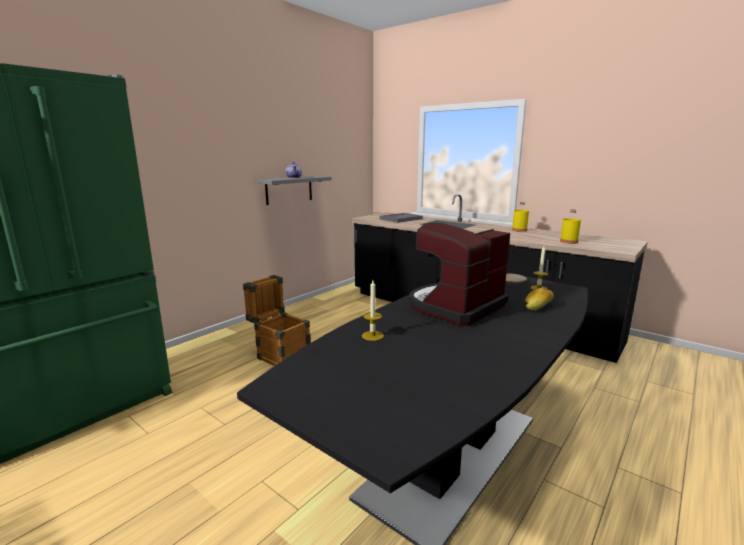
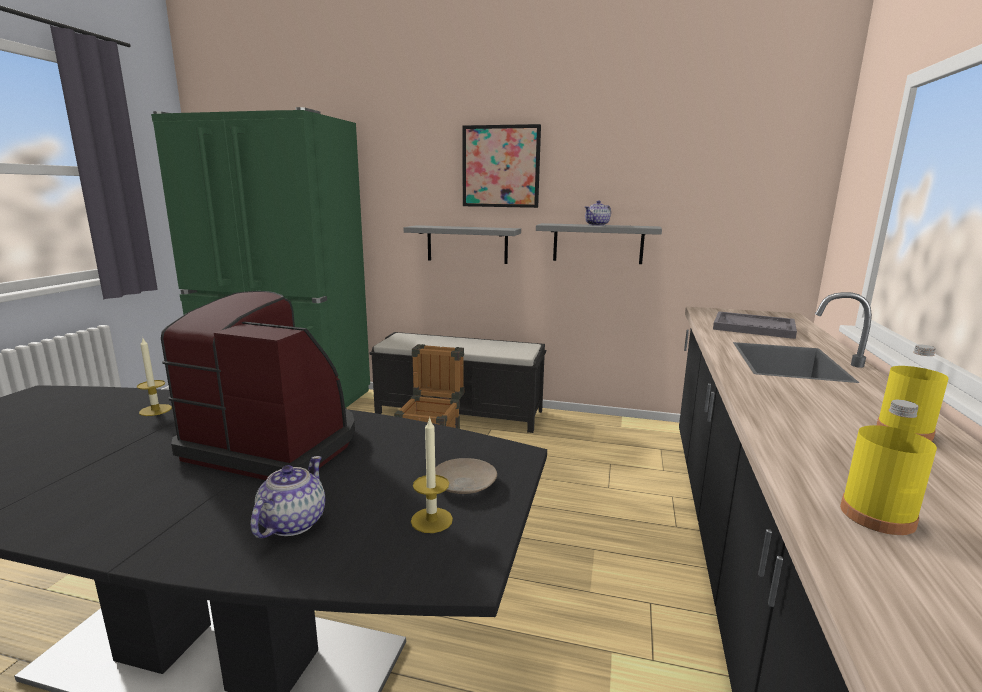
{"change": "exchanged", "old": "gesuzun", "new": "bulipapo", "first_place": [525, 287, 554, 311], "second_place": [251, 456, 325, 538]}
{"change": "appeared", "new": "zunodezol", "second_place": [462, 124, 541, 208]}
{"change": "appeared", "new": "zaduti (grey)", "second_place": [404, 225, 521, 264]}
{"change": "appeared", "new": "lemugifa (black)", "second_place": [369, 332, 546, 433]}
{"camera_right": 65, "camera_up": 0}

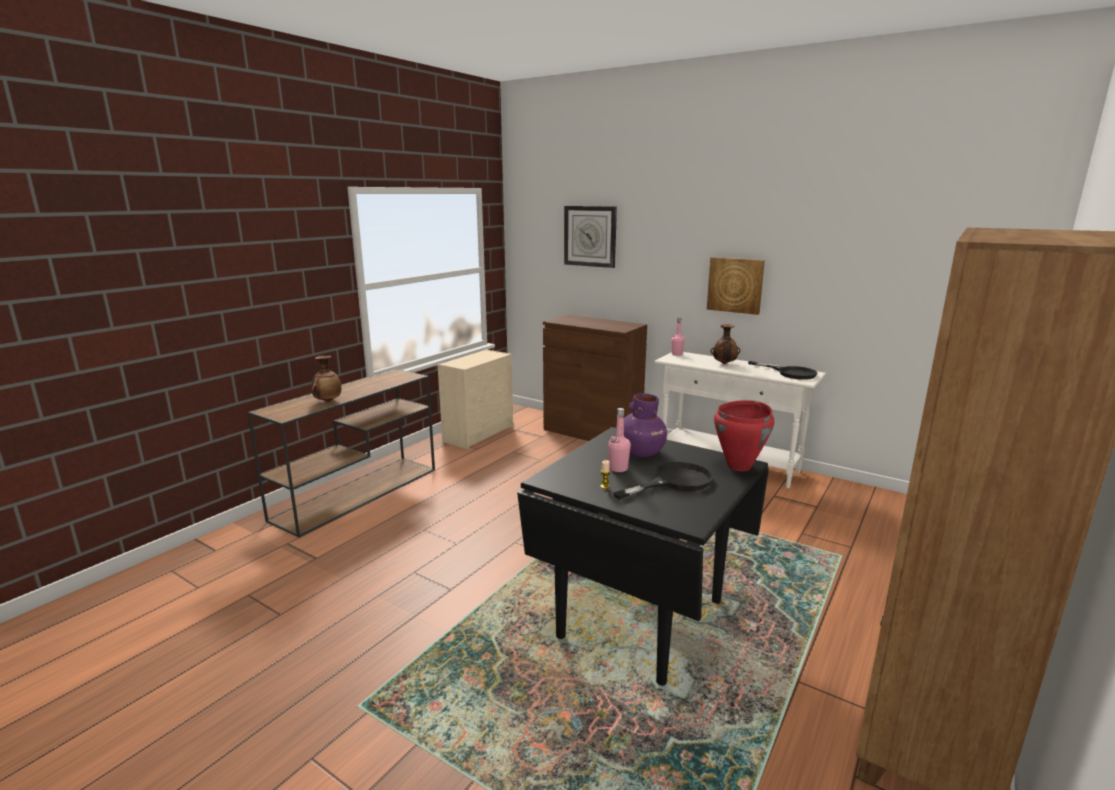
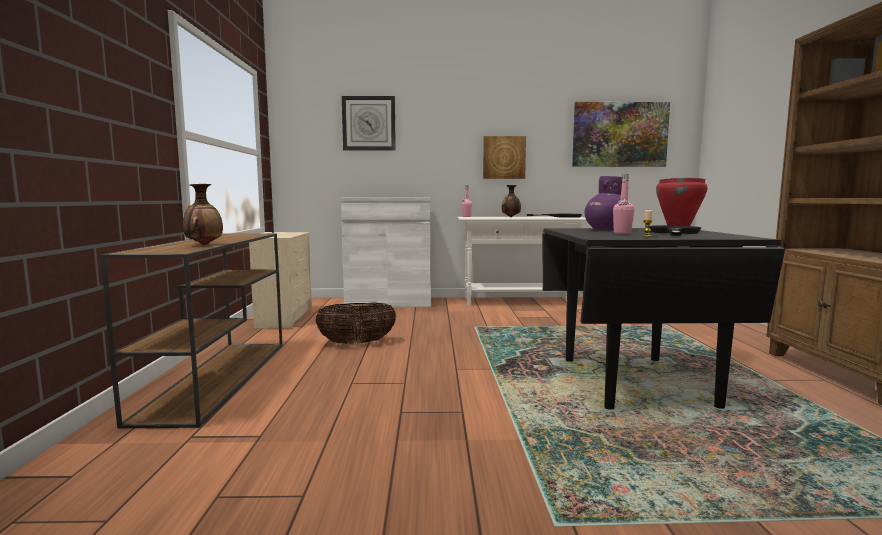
{"change": "colour", "old": "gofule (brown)", "new": "gofule (white)", "first_place": [543, 315, 647, 441], "second_place": [341, 197, 431, 307]}
{"change": "appeared", "new": "zunodezol", "second_place": [572, 102, 670, 167]}
{"change": "appeared", "new": "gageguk", "second_place": [315, 303, 396, 344]}
{"camera_right": -35, "camera_up": -10}

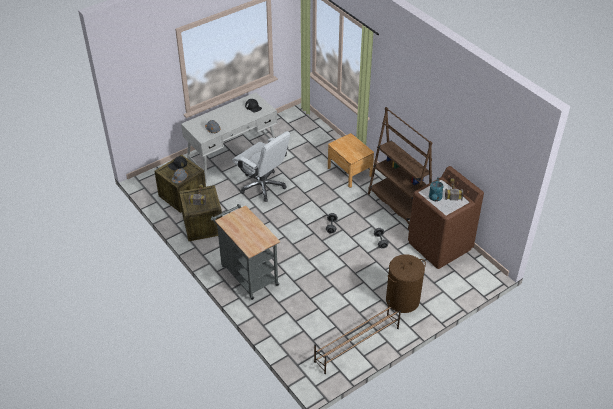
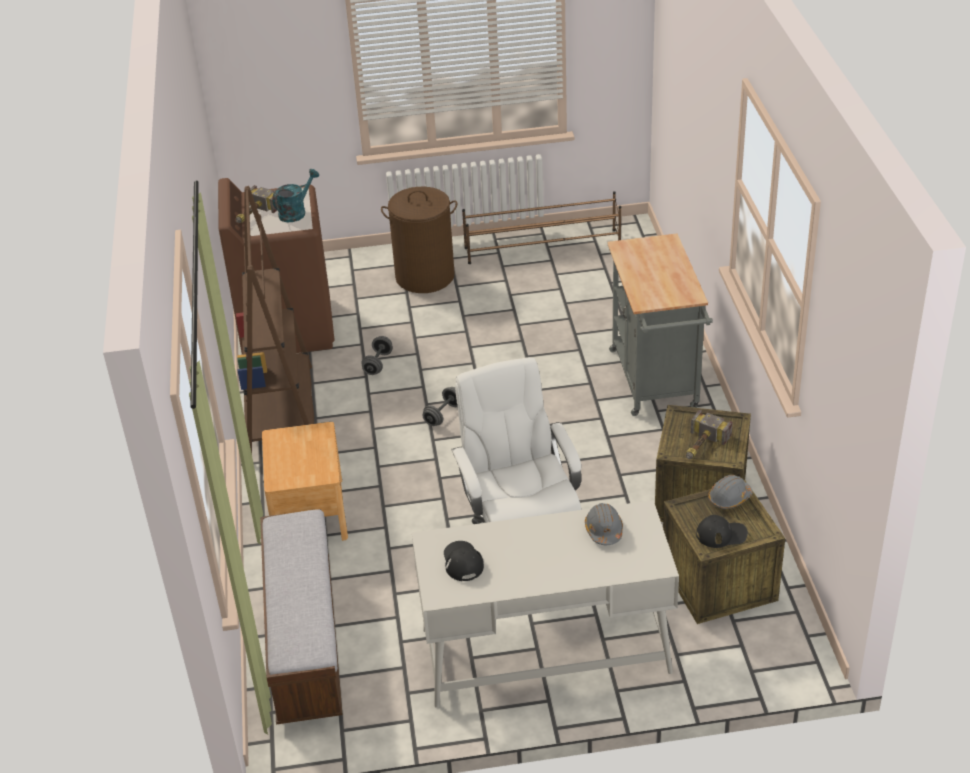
{"change": "appeared", "new": "lemugifa", "second_place": [260, 509, 343, 725]}
{"camera_right": -150, "camera_up": -5}

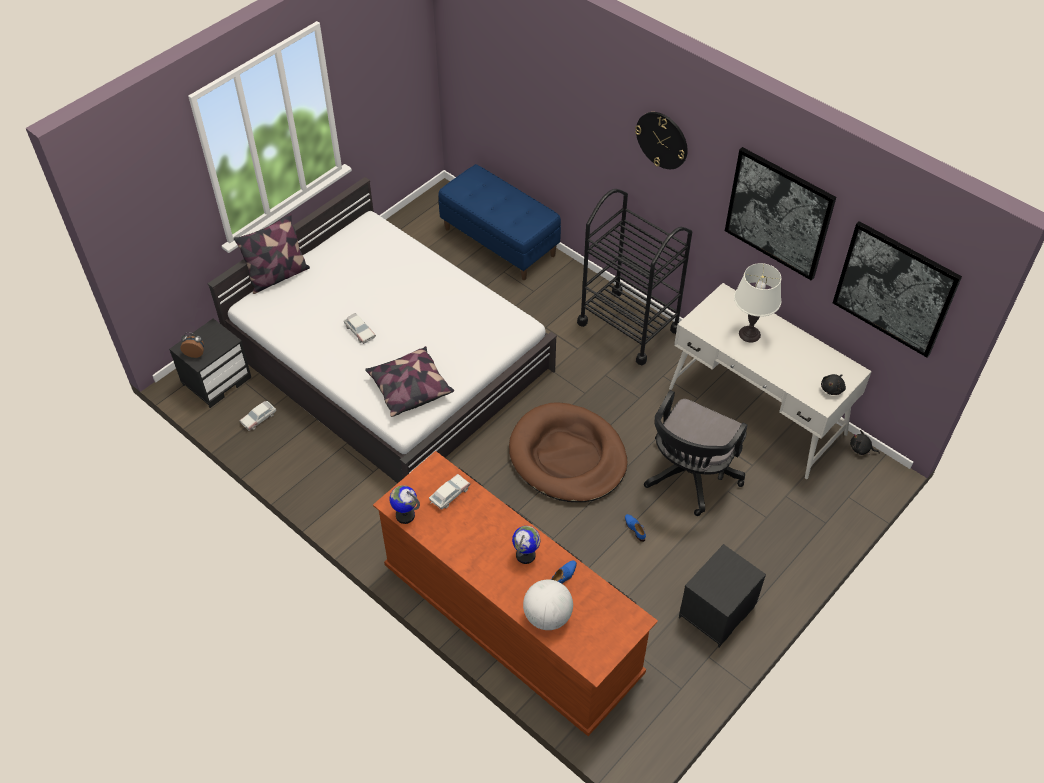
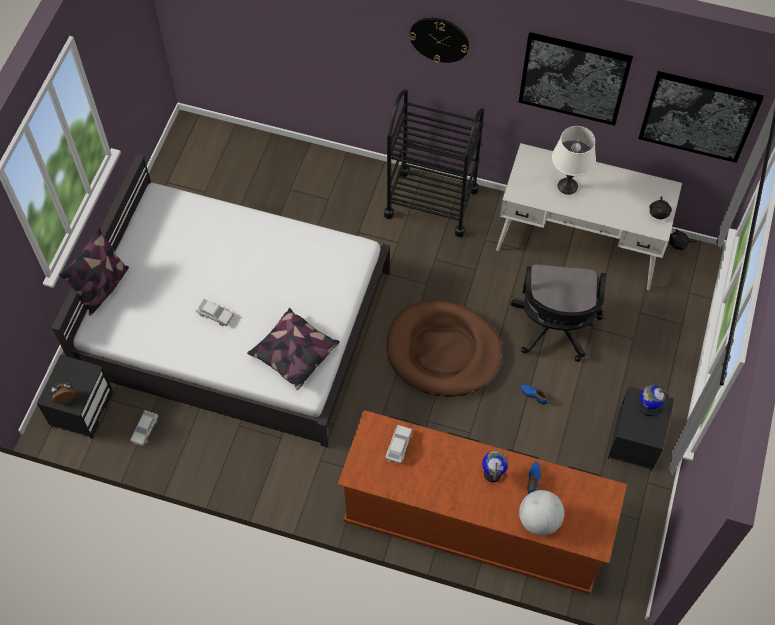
{"change": "missing", "old": "lemugifa (blue)", "first_place": [439, 164, 561, 280]}
{"change": "relocated", "old": "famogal", "first_place": [389, 485, 420, 524], "second_place": [640, 385, 668, 416]}
{"camera_right": -25, "camera_up": 10}

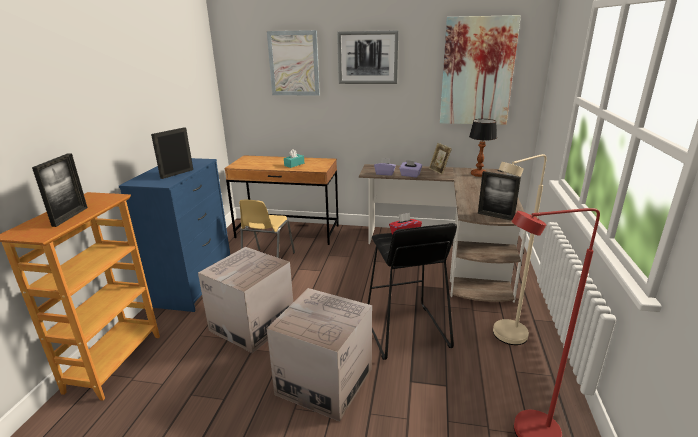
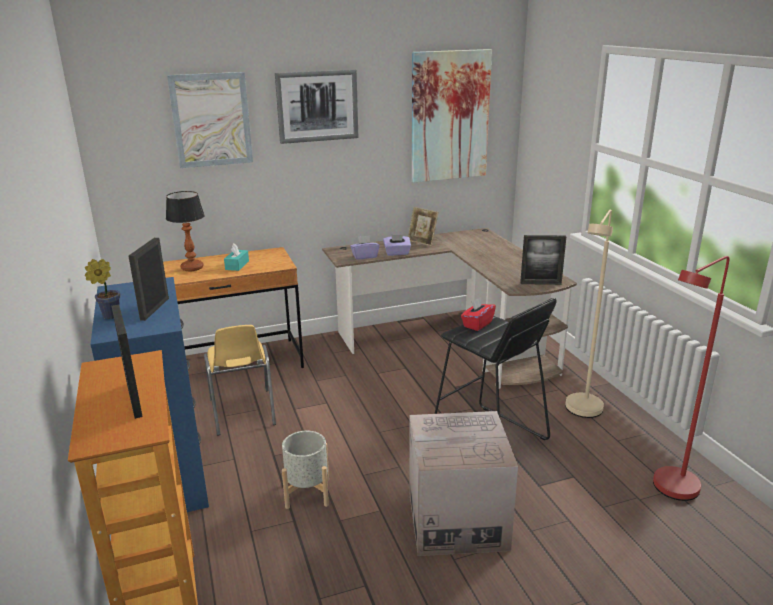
{"change": "relocated", "old": "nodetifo", "first_place": [469, 119, 497, 177], "second_place": [166, 191, 205, 271]}
{"change": "exchanged", "old": "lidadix", "new": "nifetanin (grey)", "first_place": [198, 247, 293, 353], "second_place": [282, 431, 329, 509]}
{"change": "appeared", "new": "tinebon", "second_place": [85, 259, 120, 319]}
{"camera_right": -30, "camera_up": 0}

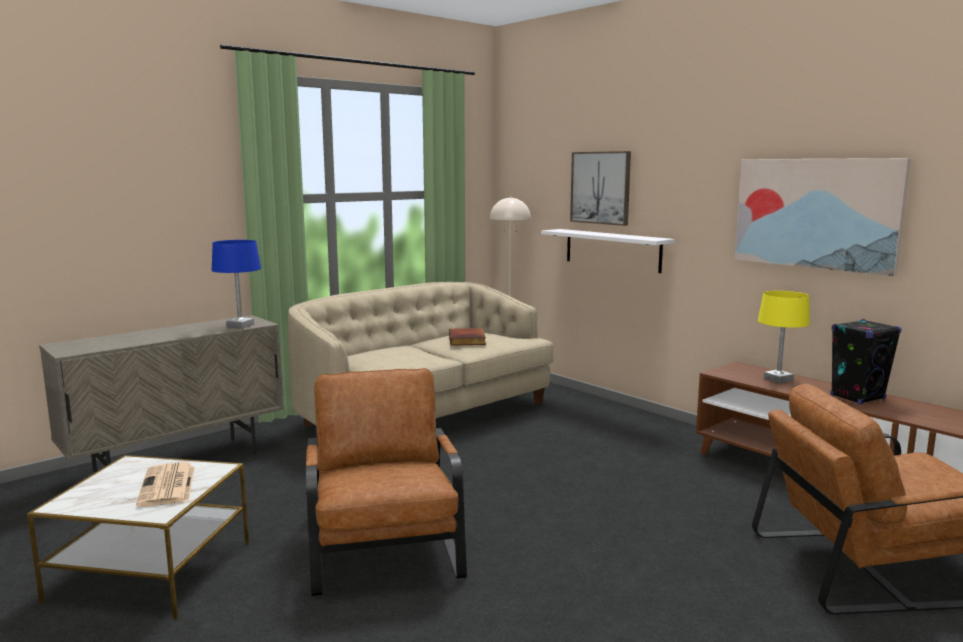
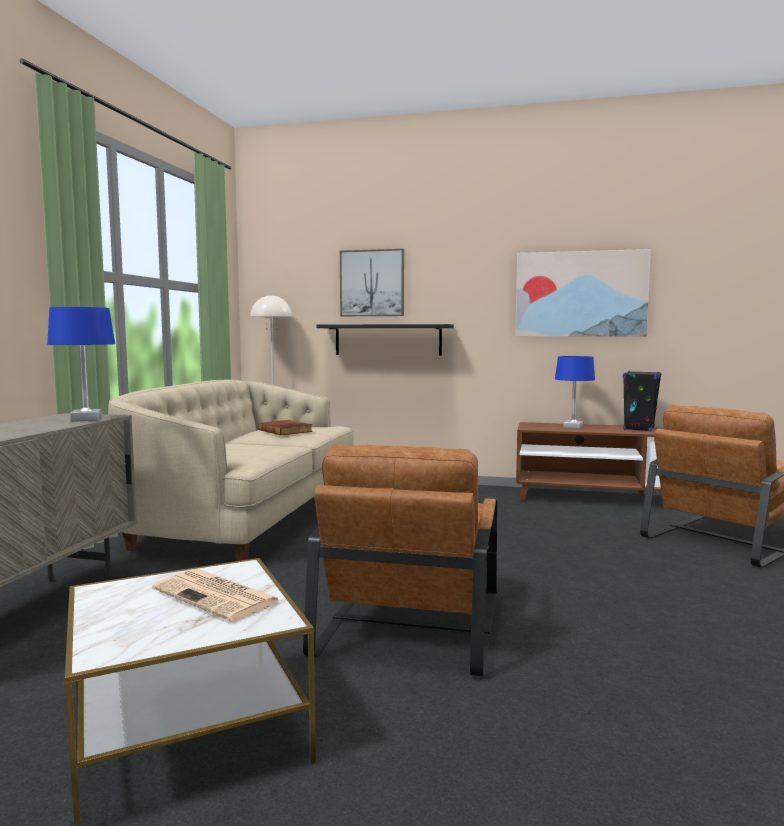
{"change": "colour", "old": "zaduti (white)", "new": "zaduti (black)", "first_place": [541, 229, 674, 273], "second_place": [317, 324, 454, 356]}
{"change": "colour", "old": "nodetifo (yellow)", "new": "nodetifo (blue)", "first_place": [758, 291, 810, 383], "second_place": [555, 356, 595, 429]}
{"change": "spun", "old": "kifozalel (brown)", "first_place": [306, 368, 467, 596], "second_place": [303, 444, 497, 677], "degrees": -120}
{"camera_right": -35, "camera_up": -5}

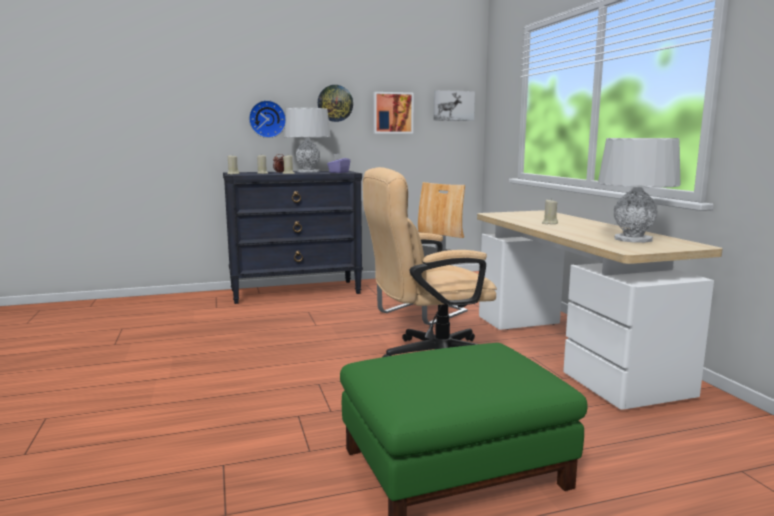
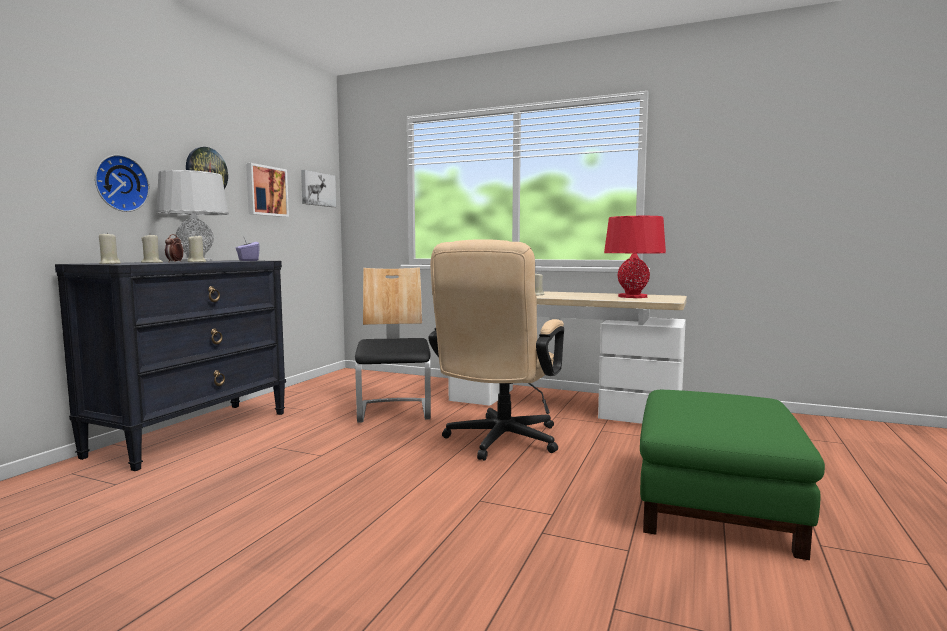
{"change": "colour", "old": "nodetifo (grey)", "new": "nodetifo (red)", "first_place": [598, 138, 680, 243], "second_place": [604, 216, 666, 298]}
{"camera_right": -50, "camera_up": -5}

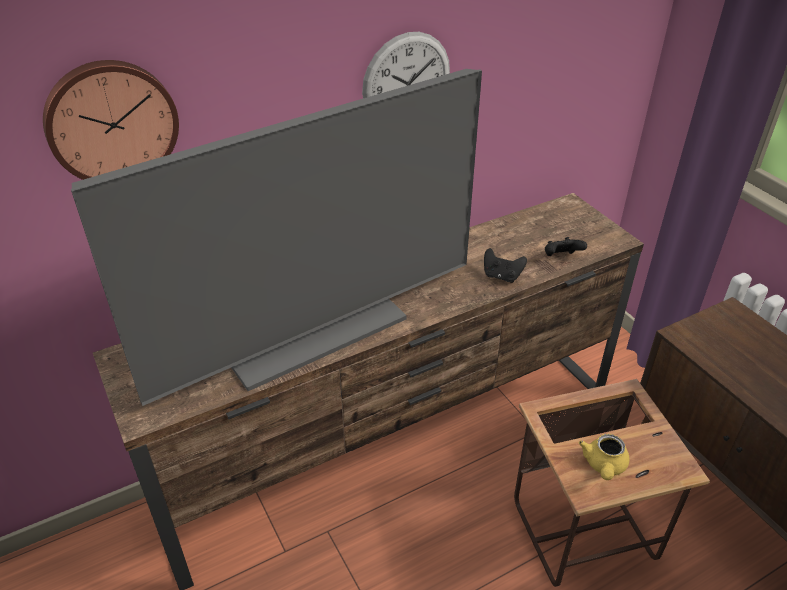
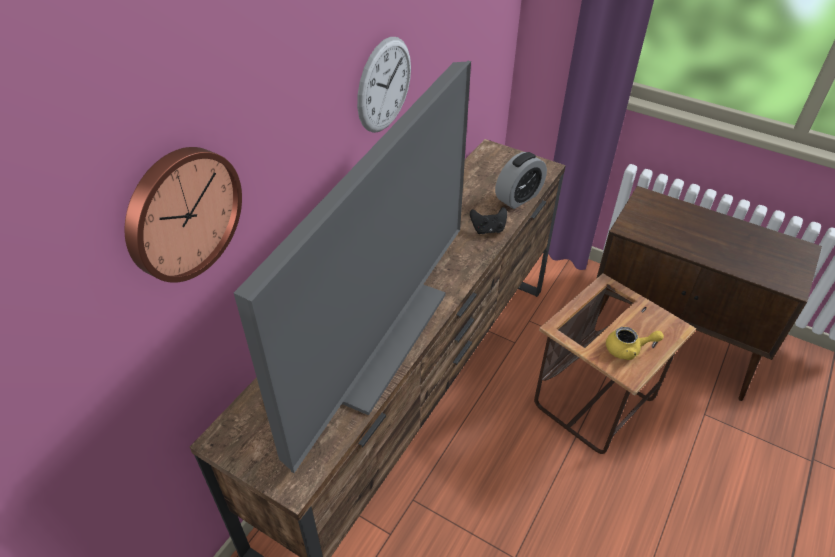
{"change": "exchanged", "old": "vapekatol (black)", "new": "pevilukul", "first_place": [545, 237, 587, 256], "second_place": [495, 152, 547, 209]}
{"change": "spun", "old": "bulipapo (yellow)", "first_place": [579, 434, 630, 480], "second_place": [606, 327, 664, 360], "degrees": -75}
{"camera_right": -30, "camera_up": 5}

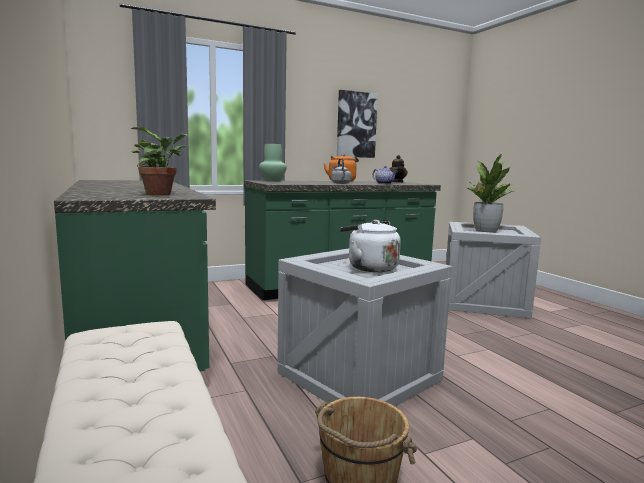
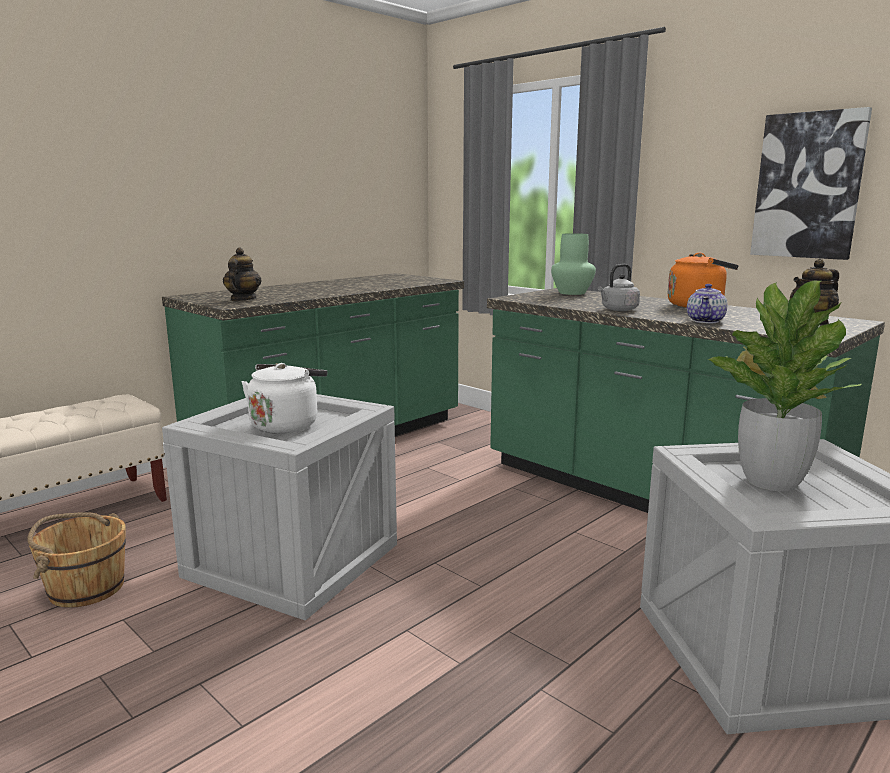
{"change": "exchanged", "old": "tinebon", "new": "bulipapo", "first_place": [131, 127, 188, 196], "second_place": [223, 248, 262, 301]}
{"camera_right": 70, "camera_up": 5}

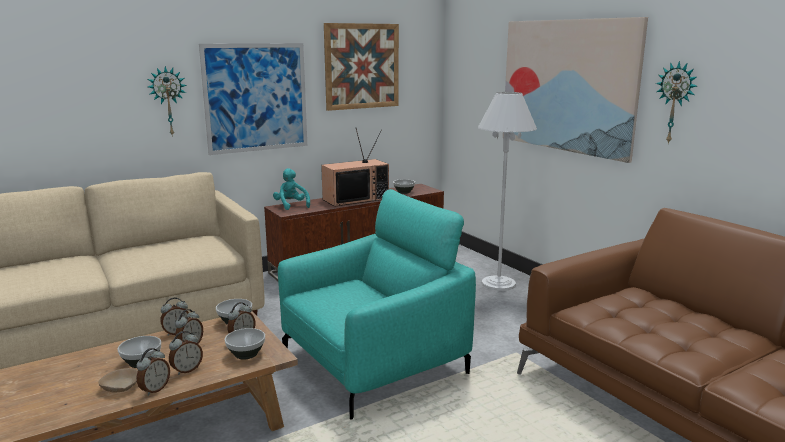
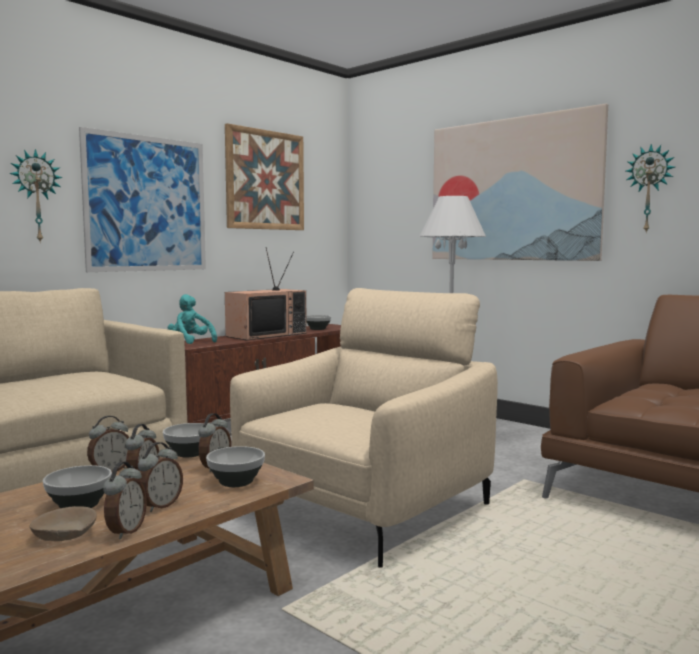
{"change": "colour", "old": "kifozalel (turquoise)", "new": "kifozalel (beige)", "first_place": [278, 189, 476, 420], "second_place": [230, 288, 498, 568]}
{"camera_right": -15, "camera_up": -10}

